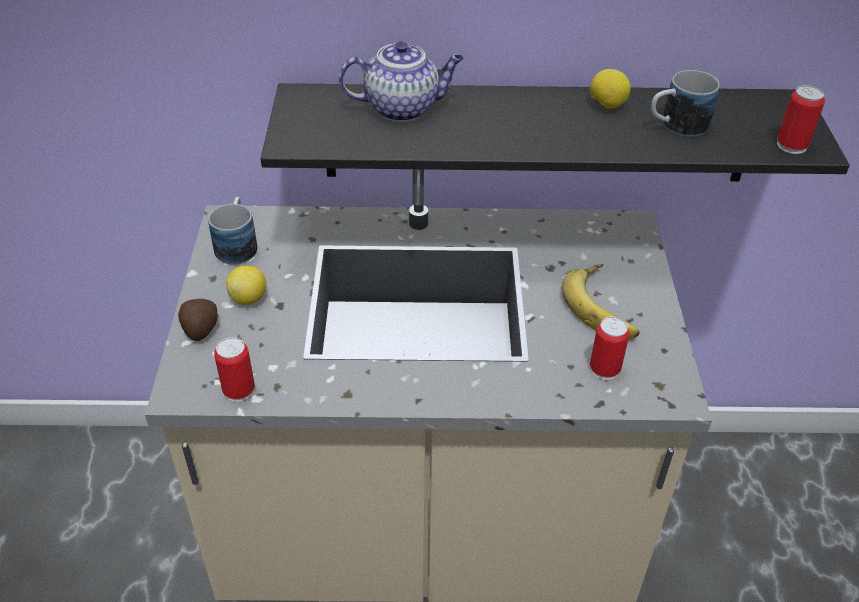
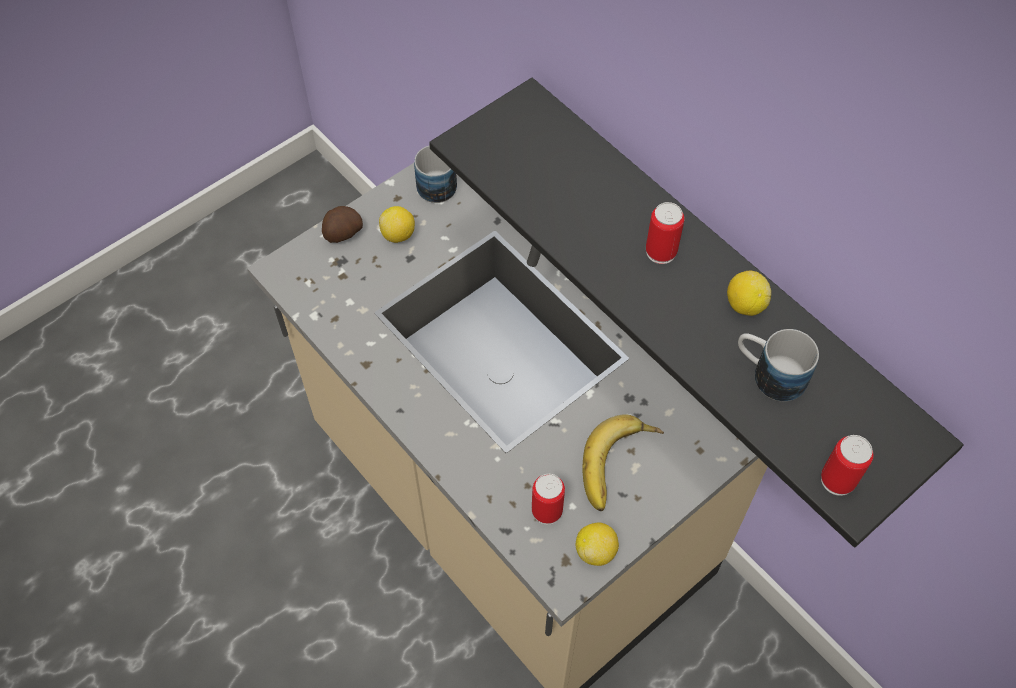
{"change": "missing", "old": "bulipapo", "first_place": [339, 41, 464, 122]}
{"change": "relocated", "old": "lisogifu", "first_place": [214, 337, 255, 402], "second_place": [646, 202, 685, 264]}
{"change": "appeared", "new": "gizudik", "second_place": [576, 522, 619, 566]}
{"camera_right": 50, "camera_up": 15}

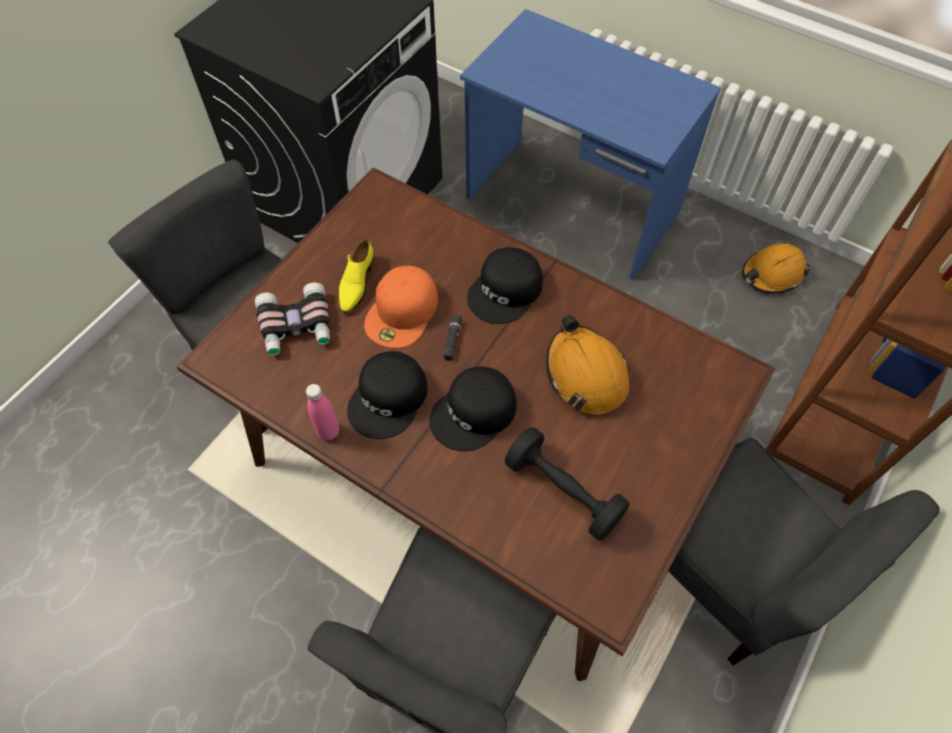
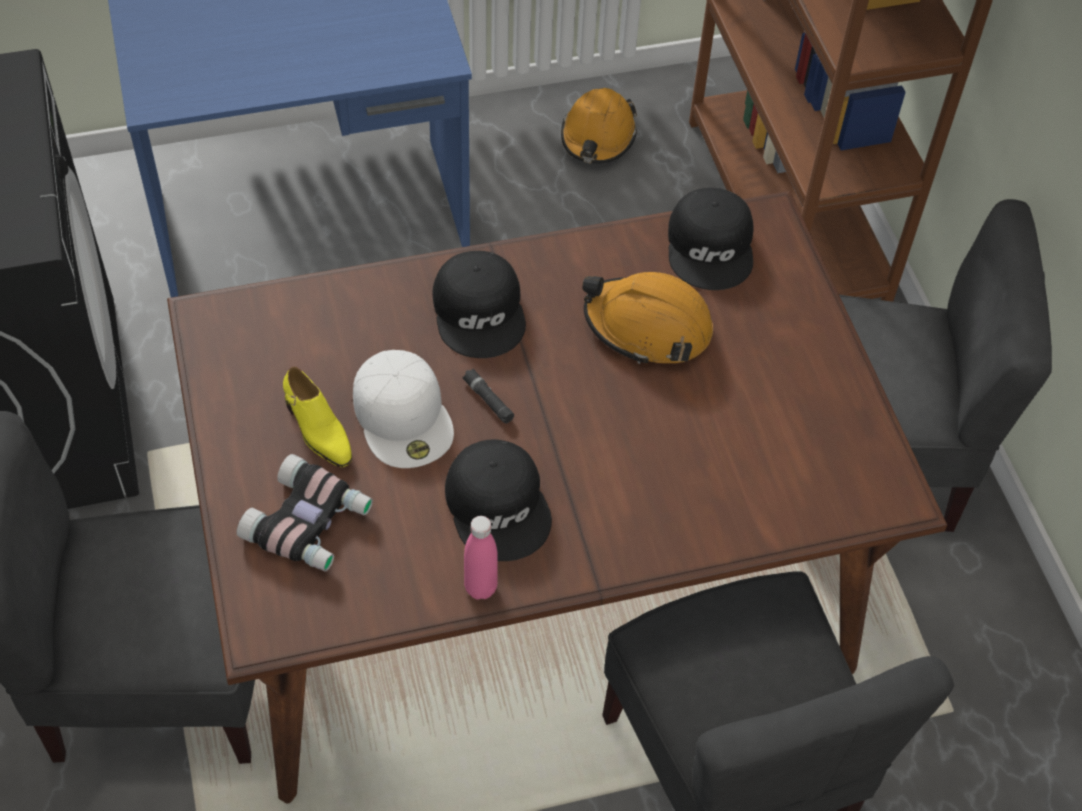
{"change": "colour", "old": "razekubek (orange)", "new": "razekubek (white)", "first_place": [364, 266, 438, 348], "second_place": [353, 350, 454, 468]}
{"change": "relocated", "old": "razekubek (black)", "first_place": [430, 366, 517, 451], "second_place": [668, 188, 754, 290]}
{"change": "missing", "old": "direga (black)", "first_place": [505, 427, 629, 541]}
{"camera_right": -50, "camera_up": -5}

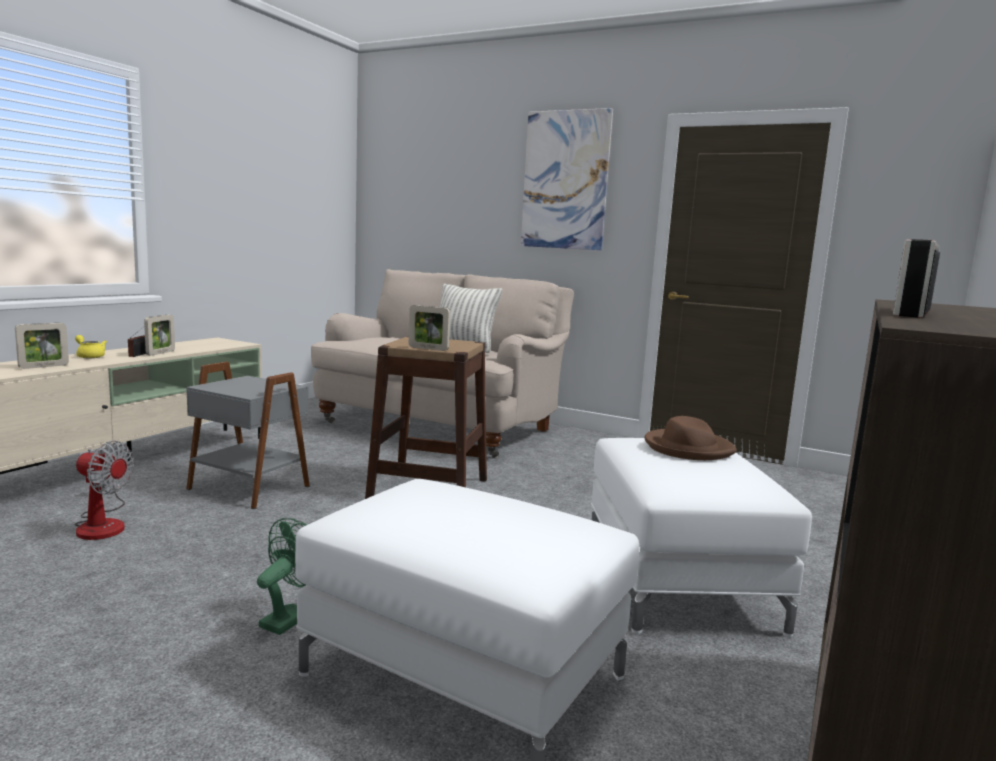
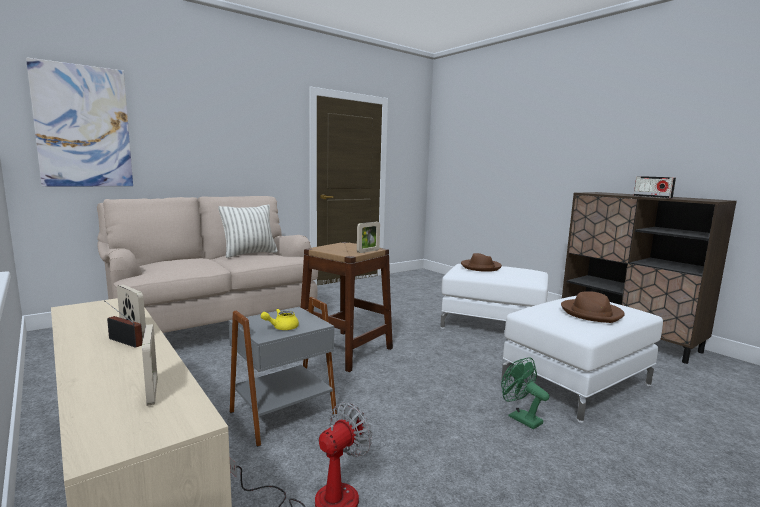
{"change": "relocated", "old": "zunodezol", "first_place": [521, 108, 613, 250], "second_place": [26, 57, 133, 187]}
{"change": "relocated", "old": "bulipapo (yellow)", "first_place": [75, 335, 107, 358], "second_place": [261, 309, 299, 330]}
{"change": "appeared", "new": "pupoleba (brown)", "second_place": [561, 292, 625, 323]}
{"camera_right": -65, "camera_up": 0}

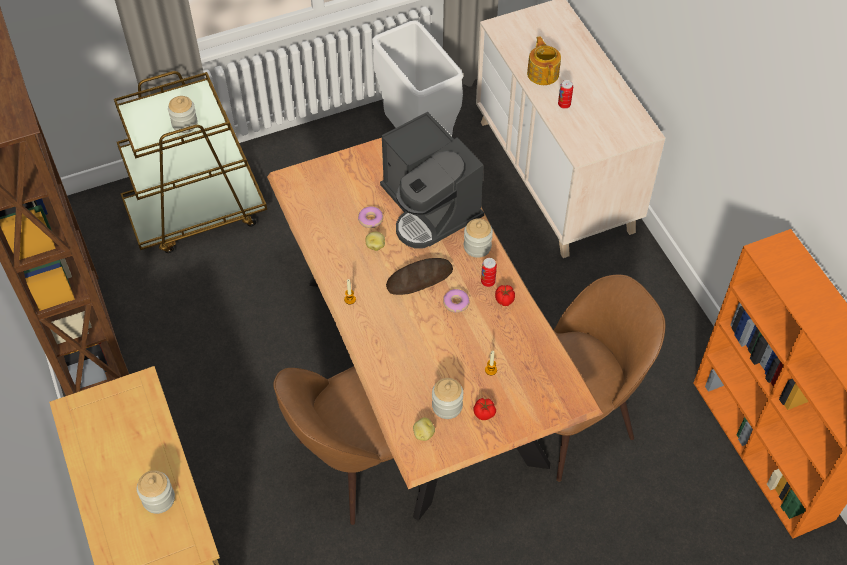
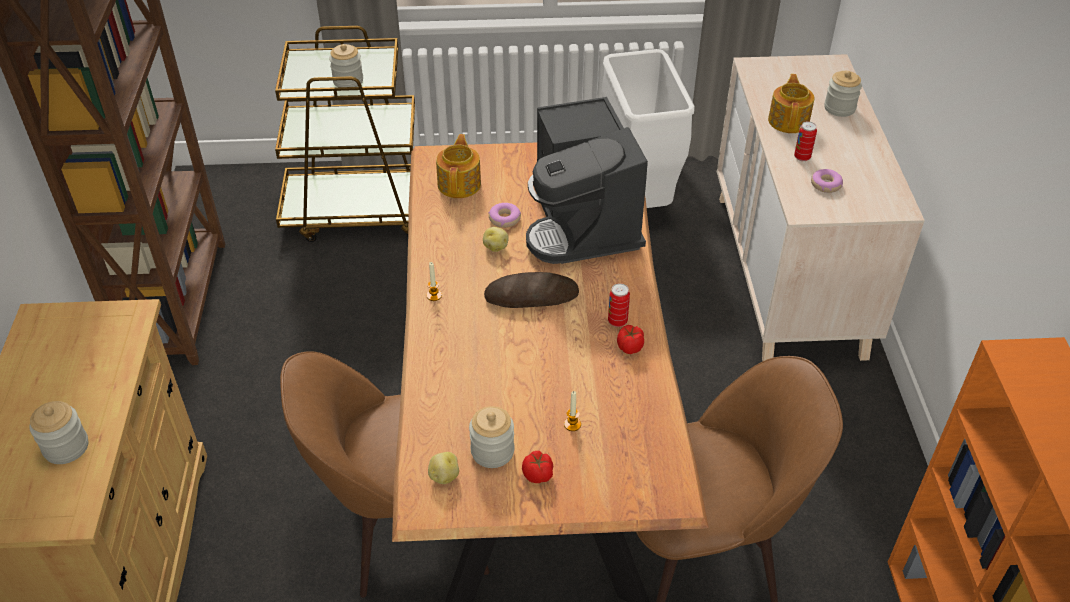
{"change": "relocated", "old": "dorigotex", "first_place": [464, 218, 493, 258], "second_place": [824, 71, 862, 117]}
{"change": "relocated", "old": "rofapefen", "first_place": [443, 289, 470, 313], "second_place": [811, 169, 843, 193]}
{"change": "appeared", "new": "bulipapo", "second_place": [436, 134, 481, 198]}
{"camera_right": 20, "camera_up": -10}

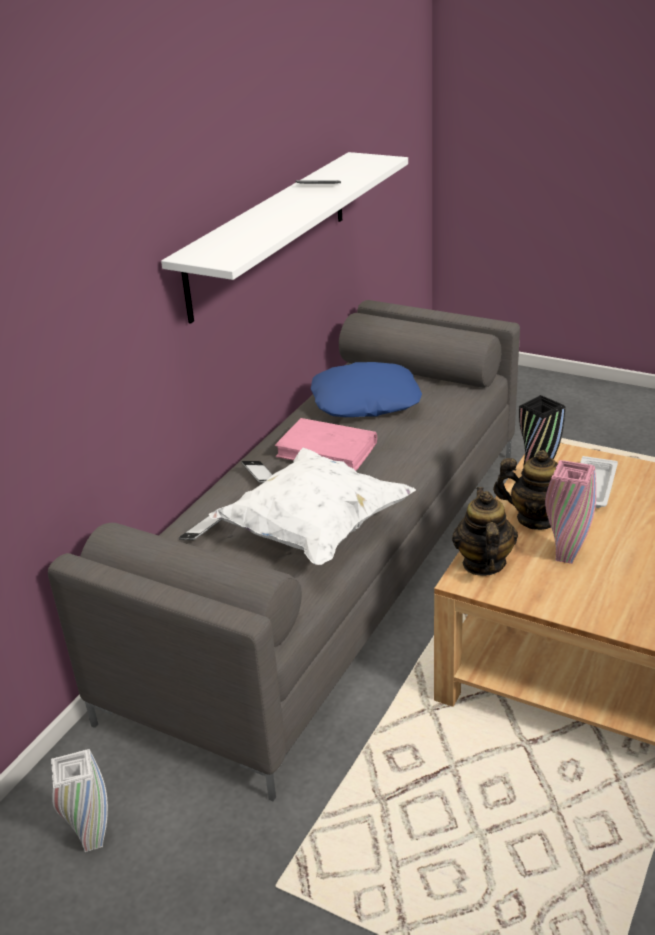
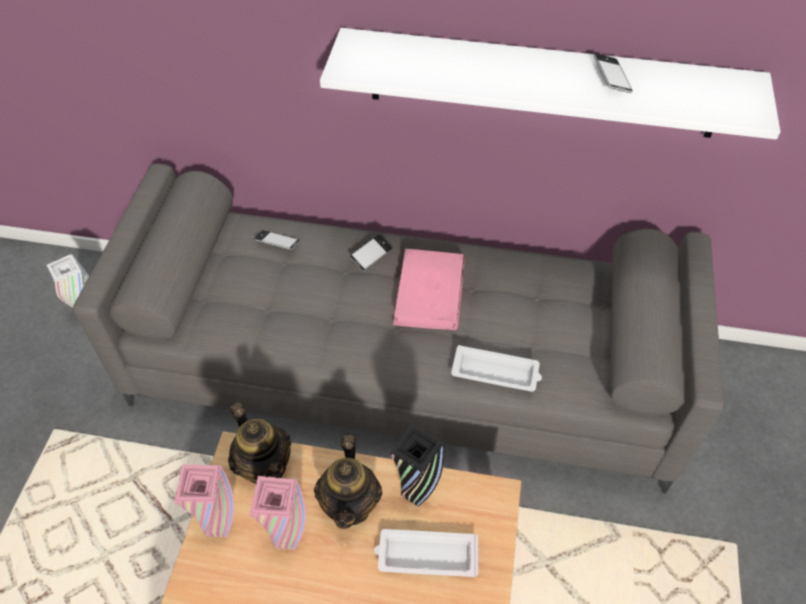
{"change": "missing", "old": "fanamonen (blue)", "first_place": [311, 362, 422, 417]}
{"change": "missing", "old": "fanamonen (white)", "first_place": [209, 448, 416, 565]}
{"change": "spun", "old": "bulipapo", "first_place": [452, 487, 518, 576], "second_place": [228, 402, 291, 484], "degrees": 75}
{"change": "appeared", "new": "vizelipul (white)", "second_place": [451, 345, 542, 392]}
{"change": "appeared", "new": "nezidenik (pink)", "second_place": [174, 464, 234, 537]}
{"camera_right": 70, "camera_up": 20}

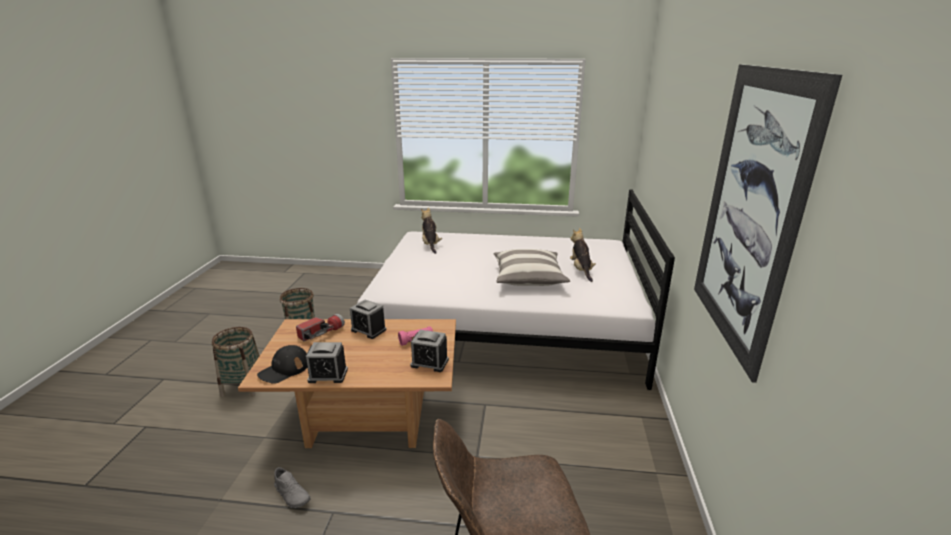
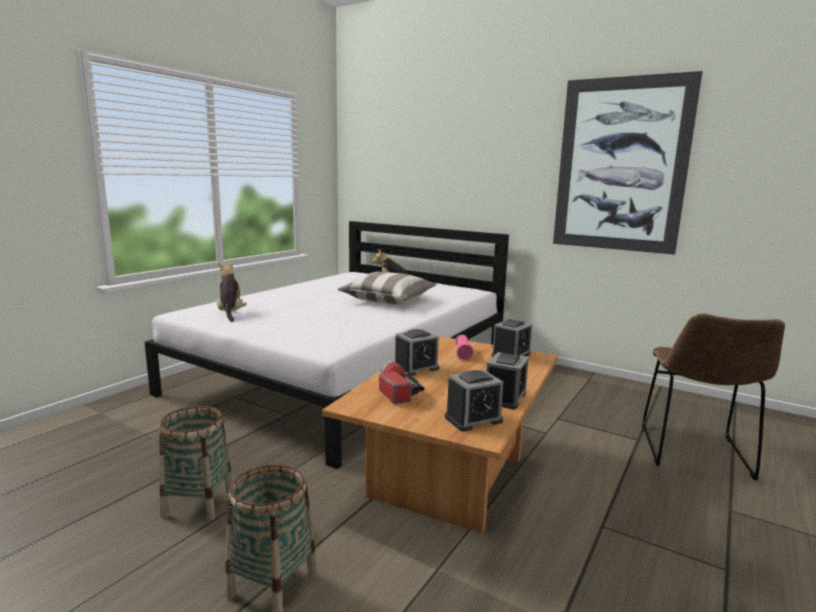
{"change": "spun", "old": "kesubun", "first_place": [421, 208, 442, 254], "second_place": [217, 263, 247, 322], "degrees": 60}
{"change": "exchanged", "old": "razekubek (black)", "new": "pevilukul", "first_place": [257, 345, 308, 384], "second_place": [445, 370, 503, 432]}
{"change": "missing", "old": "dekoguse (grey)", "first_place": [274, 467, 310, 508]}
{"camera_right": -65, "camera_up": -10}

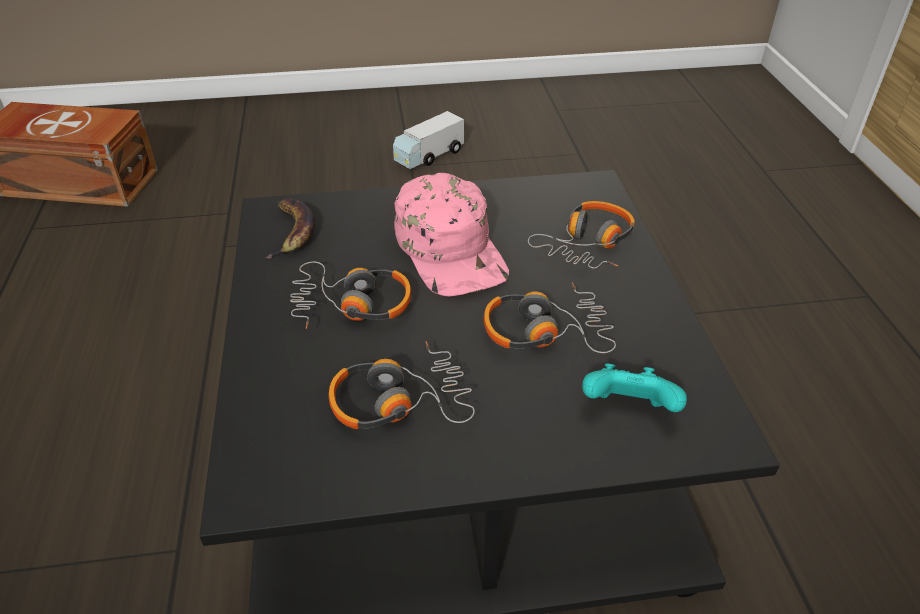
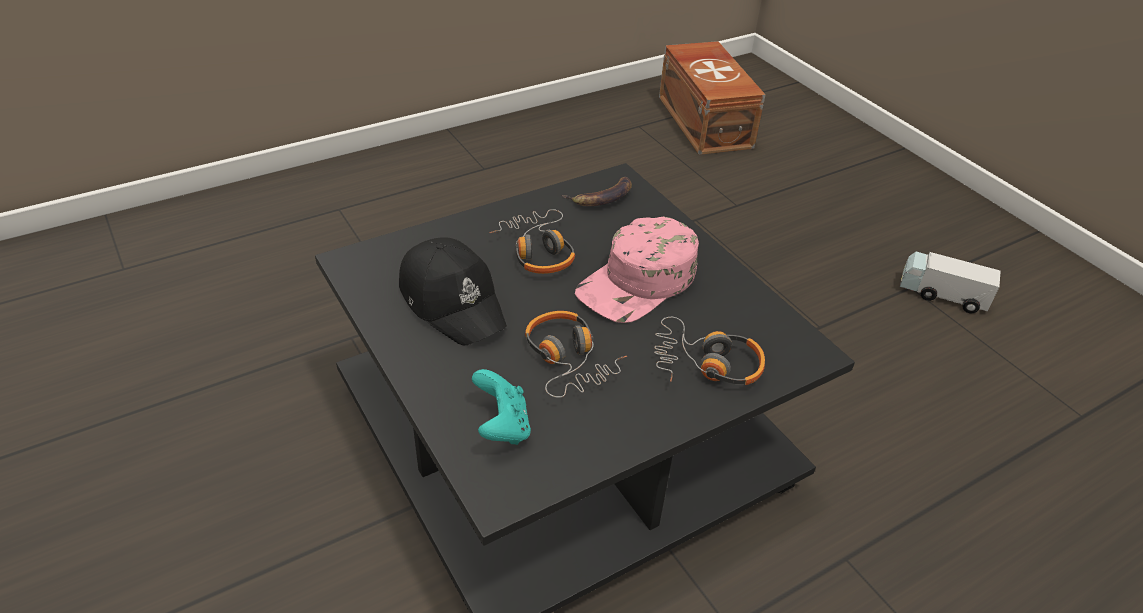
{"change": "exchanged", "old": "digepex", "new": "razekubek (black)", "first_place": [329, 341, 475, 429], "second_place": [399, 237, 507, 346]}
{"camera_right": 65, "camera_up": 0}

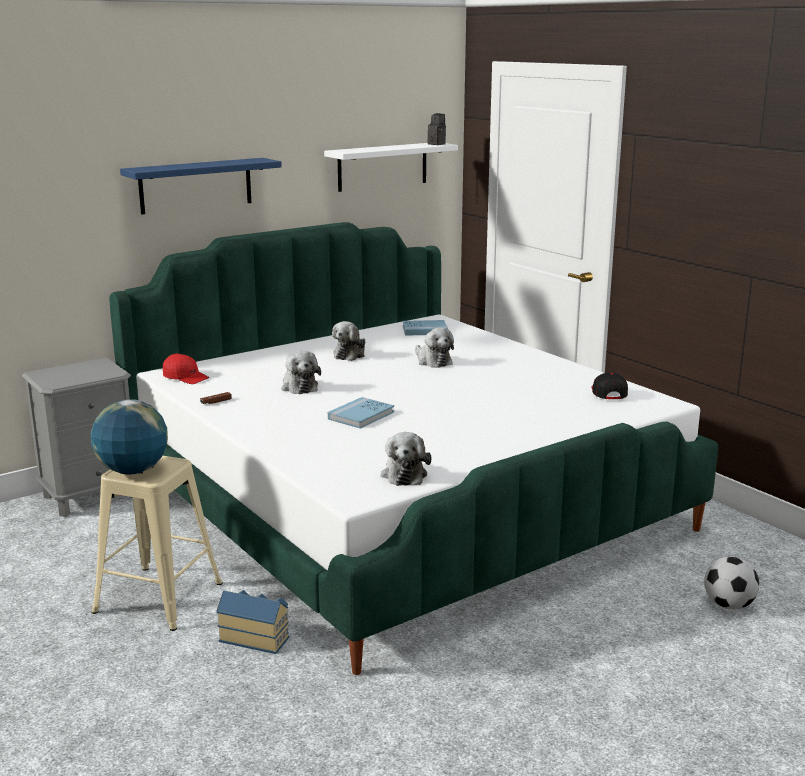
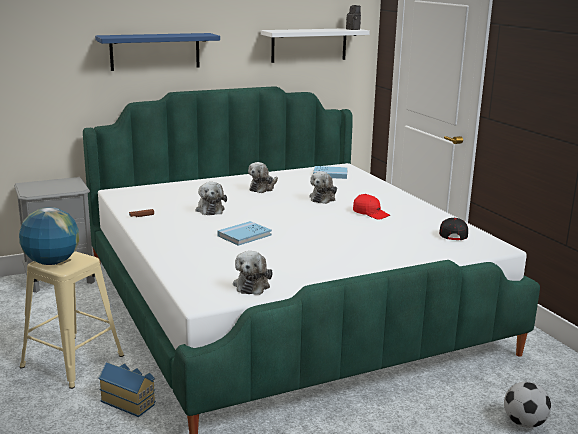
{"change": "spun", "old": "kesubun", "first_place": [415, 327, 454, 368], "second_place": [310, 171, 337, 204], "degrees": 45}
{"change": "relocated", "old": "razekubek (red)", "first_place": [163, 353, 209, 384], "second_place": [353, 194, 390, 220]}
{"camera_right": 10, "camera_up": 0}

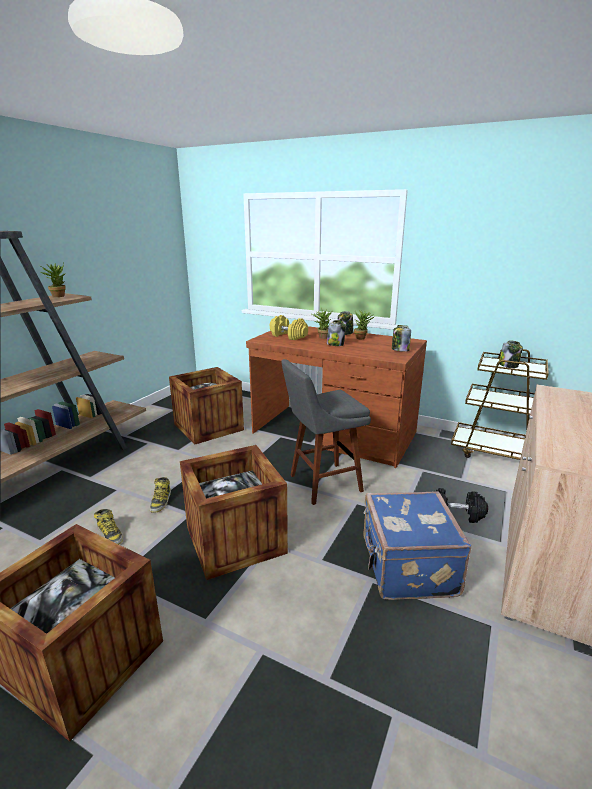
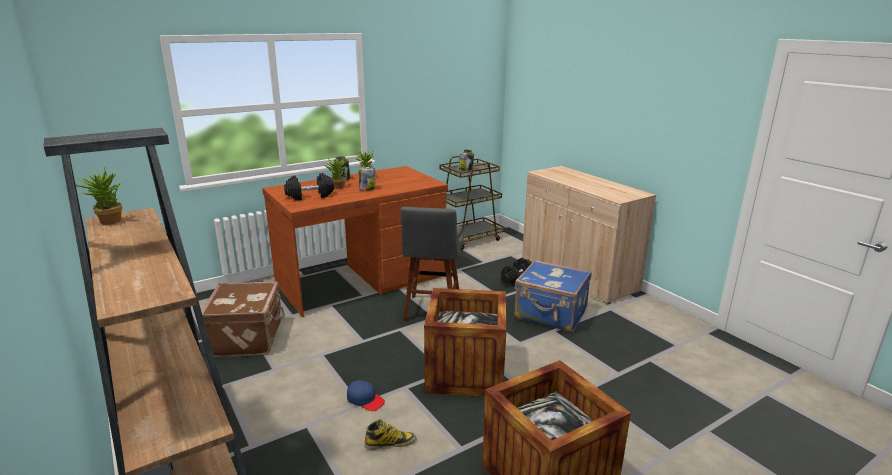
{"change": "colour", "old": "direga (yellow)", "new": "direga (black)", "first_place": [270, 315, 308, 340], "second_place": [284, 173, 334, 200]}
{"change": "missing", "old": "dorigotex", "first_place": [392, 325, 411, 352]}
{"change": "exchanged", "old": "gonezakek", "new": "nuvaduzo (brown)", "first_place": [169, 367, 244, 444], "second_place": [201, 281, 285, 357]}
{"change": "exchanged", "old": "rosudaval", "new": "razekubek (blue)", "first_place": [150, 477, 171, 513], "second_place": [347, 380, 385, 411]}
{"camera_right": -60, "camera_up": 0}

